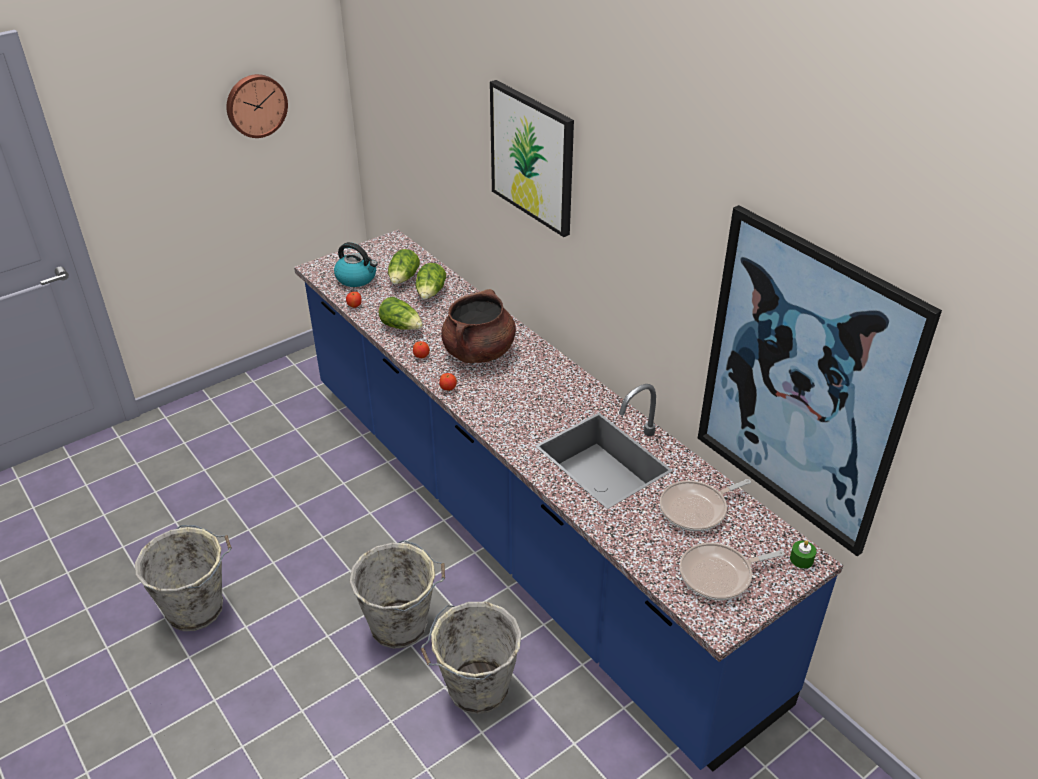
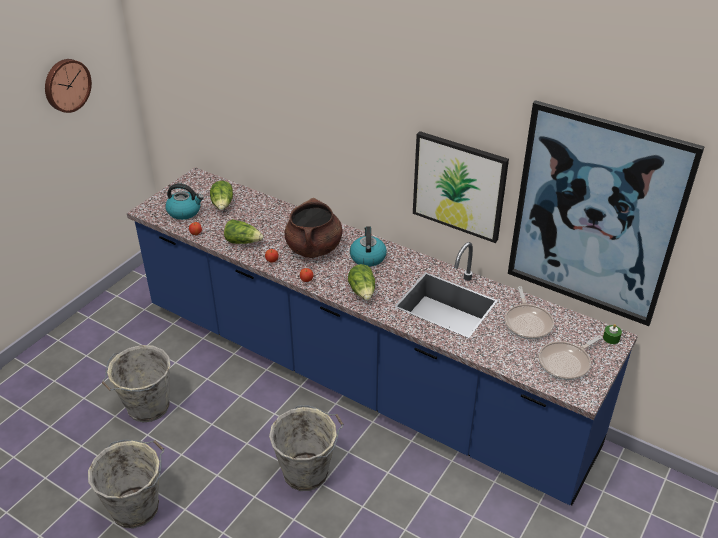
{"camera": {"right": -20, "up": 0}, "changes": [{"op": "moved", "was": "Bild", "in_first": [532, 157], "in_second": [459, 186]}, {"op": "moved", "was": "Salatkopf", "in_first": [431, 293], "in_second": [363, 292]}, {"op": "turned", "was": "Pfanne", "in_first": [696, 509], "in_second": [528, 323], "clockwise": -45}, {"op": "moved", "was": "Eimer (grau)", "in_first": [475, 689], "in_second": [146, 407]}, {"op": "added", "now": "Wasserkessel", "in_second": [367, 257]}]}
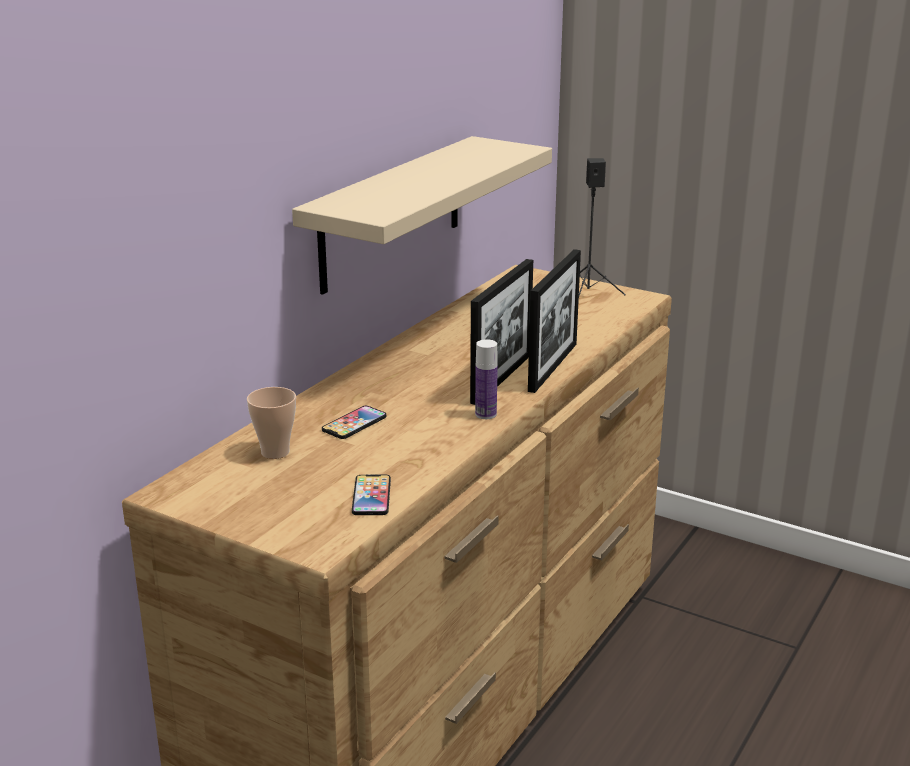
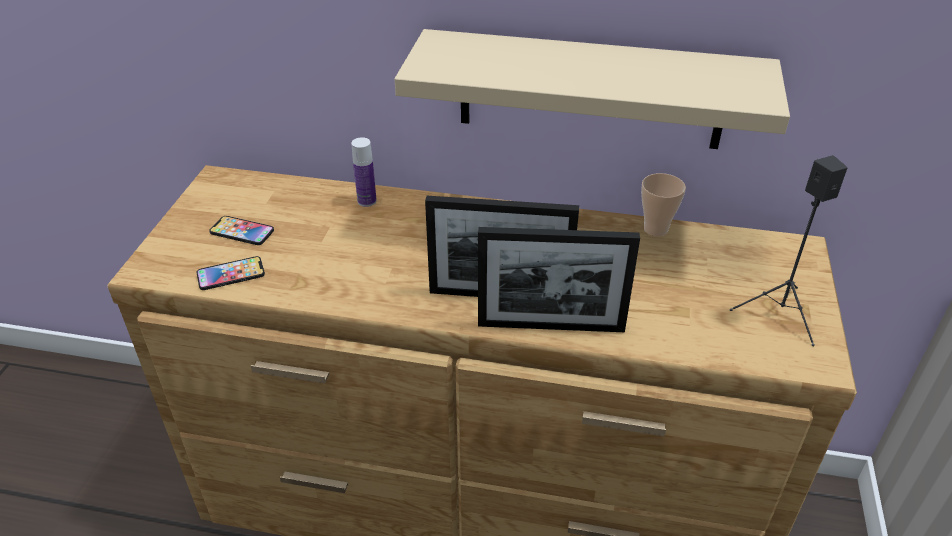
{"camera": {"right": 70, "up": 15}, "changes": [{"op": "moved", "was": "Flasche", "in_first": [485, 414], "in_second": [367, 201]}, {"op": "moved", "was": "Tasse", "in_first": [275, 452], "in_second": [655, 229]}, {"op": "moved", "was": "Handy", "in_first": [354, 424], "in_second": [242, 231]}]}
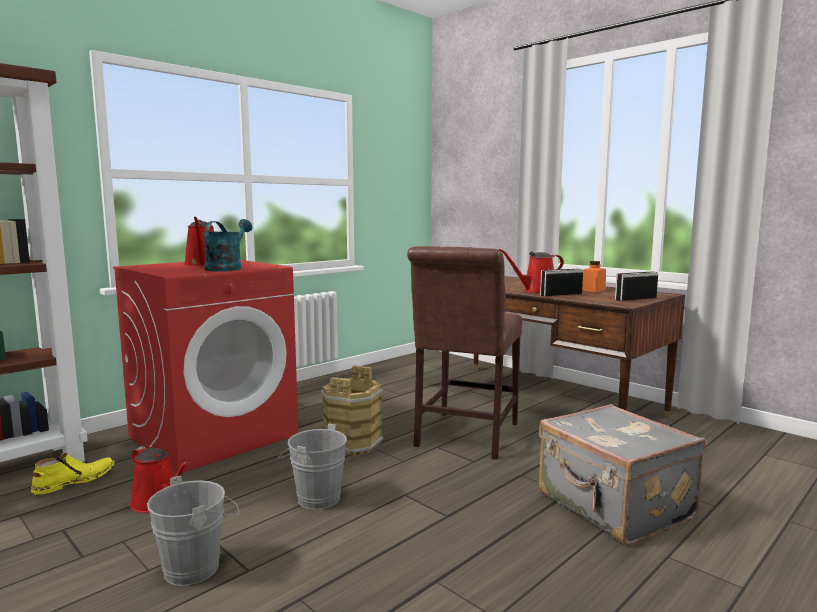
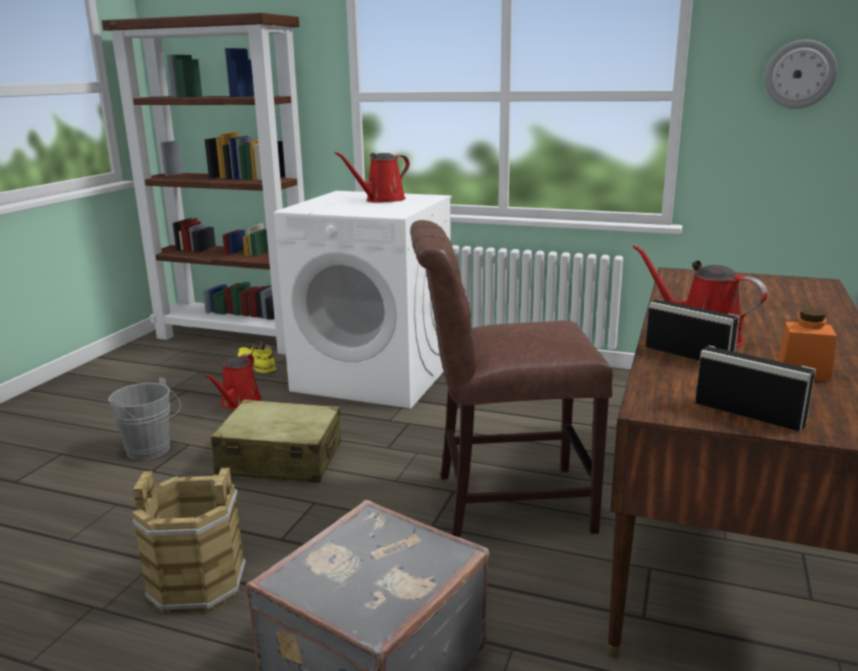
{"camera": {"right": 65, "up": 10}, "changes": [{"op": "removed", "was": "Gießkanne (türkis)", "in_first": [227, 268]}, {"op": "recoloured", "was": "Waschmaschine (rot)", "now": "Waschmaschine (weiß)", "in_first": [214, 435], "in_second": [375, 376]}, {"op": "moved", "was": "Eimer (braun)", "in_first": [352, 443], "in_second": [198, 583]}, {"op": "replaced", "was": "Eimer (grau)", "now": "Koffer (beige)", "in_first": [314, 498], "in_second": [280, 459]}, {"op": "turned", "was": "Stiefel (gelb)", "in_first": [74, 481], "in_second": [255, 365], "clockwise": -150}, {"op": "added", "now": "Wanduhr", "in_second": [799, 74]}]}
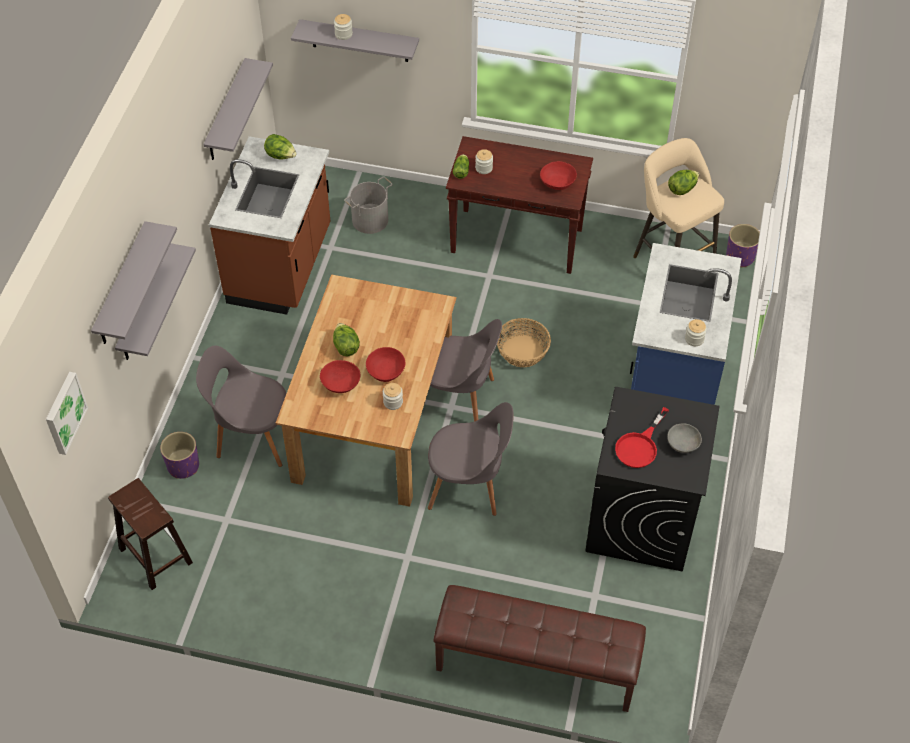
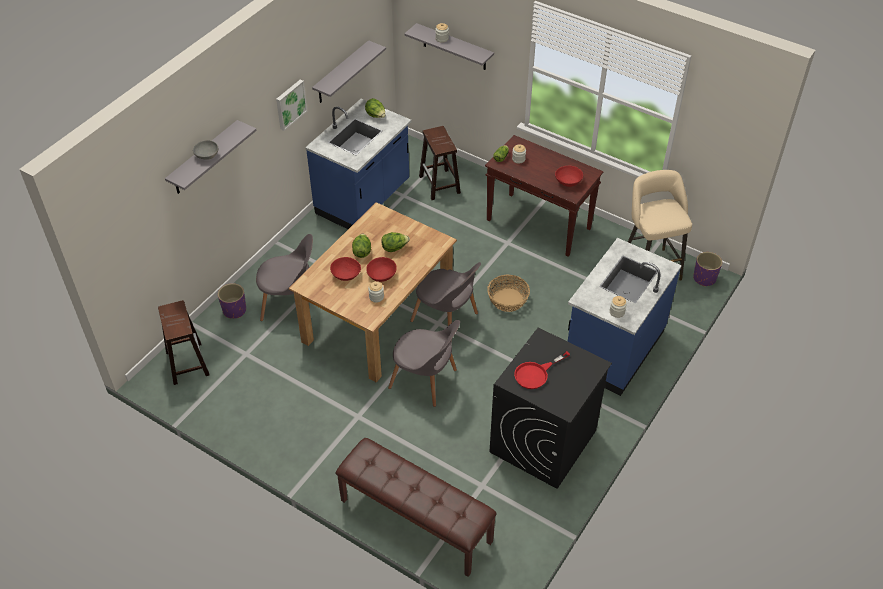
{"camera": {"right": 20, "up": -5}, "changes": [{"op": "recoloured", "was": "Küchenzeile (braun)", "now": "Küchenzeile (blau)", "in_first": [281, 266], "in_second": [364, 199]}, {"op": "moved", "was": "Salatkopf", "in_first": [682, 189], "in_second": [394, 248]}, {"op": "replaced", "was": "Eimer (grau)", "now": "Hocker (braun)", "in_first": [370, 220], "in_second": [440, 185]}, {"op": "removed", "was": "Wandregal (grau)", "in_first": [143, 305]}, {"op": "turned", "was": "Stuhl (grau)", "in_first": [253, 435], "in_second": [290, 303], "clockwise": 150}, {"op": "moved", "was": "Bild", "in_first": [64, 412], "in_second": [290, 104]}, {"op": "moved", "was": "Schüssel (grau)", "in_first": [682, 444], "in_second": [206, 155]}]}
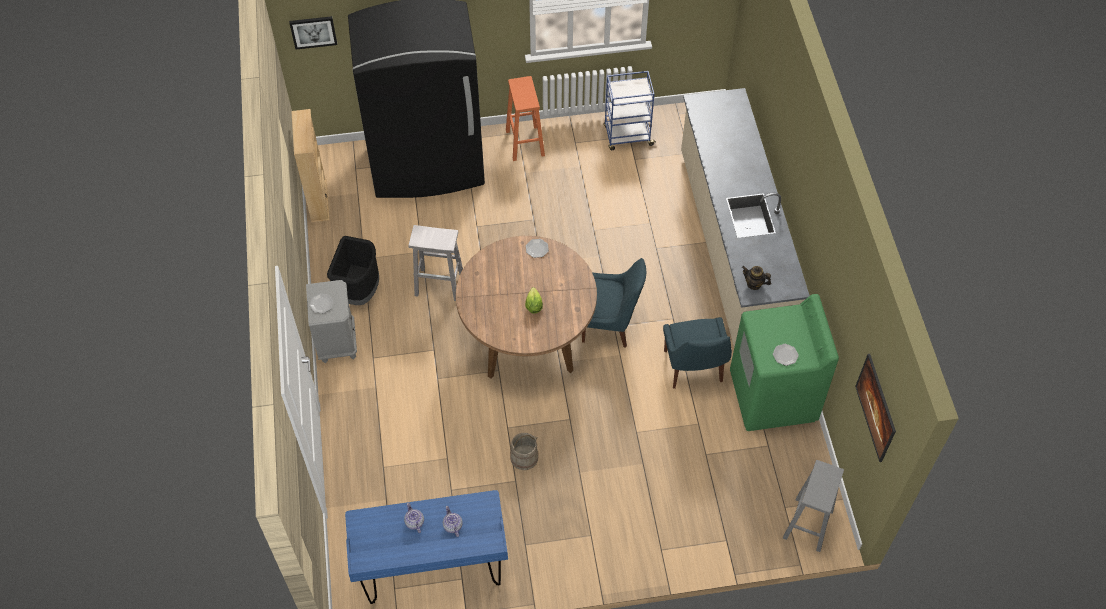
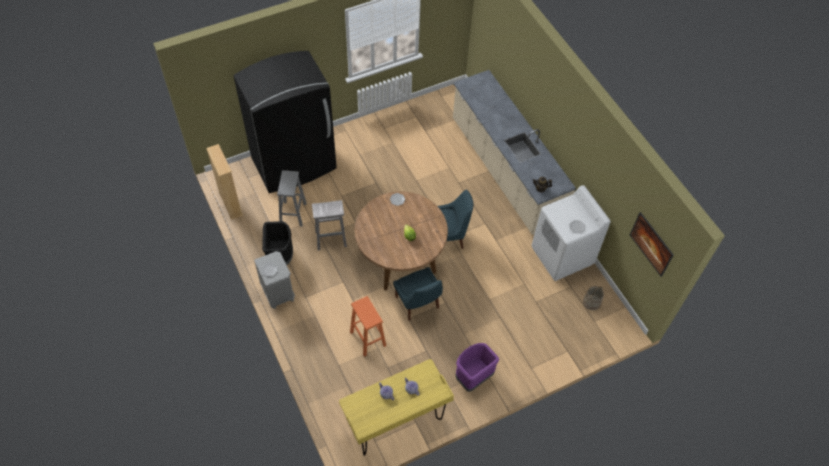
{"camera": {"right": -20, "up": 0}, "changes": [{"op": "removed", "was": "Bild", "in_first": [313, 31]}, {"op": "removed", "was": "Rollwagen (blau)", "in_first": [627, 136]}, {"op": "moved", "was": "Hocker (orange)", "in_first": [524, 142], "in_second": [367, 338]}, {"op": "recoloured", "was": "Waschmaschine (grün)", "now": "Waschmaschine (weiß)", "in_first": [773, 396], "in_second": [562, 256]}, {"op": "moved", "was": "Stuhl (blau)", "in_first": [693, 368], "in_second": [418, 304]}, {"op": "moved", "was": "Eimer (beige)", "in_first": [524, 457], "in_second": [591, 302]}, {"op": "moved", "was": "Hocker (grau)", "in_first": [808, 523], "in_second": [293, 213]}, {"op": "recoloured", "was": "Schreibtisch (blau)", "now": "Schreibtisch (gelb)", "in_first": [433, 571], "in_second": [395, 423]}, {"op": "added", "now": "Mülleimer (lila)", "in_second": [473, 377]}]}
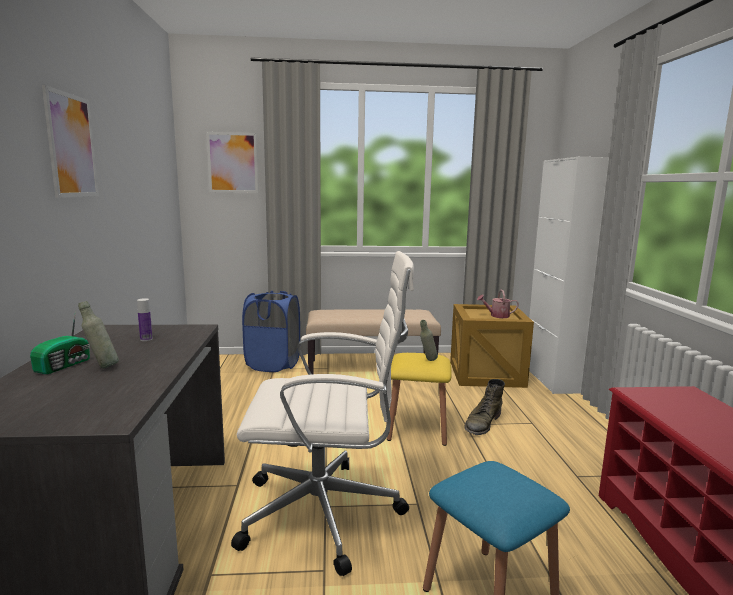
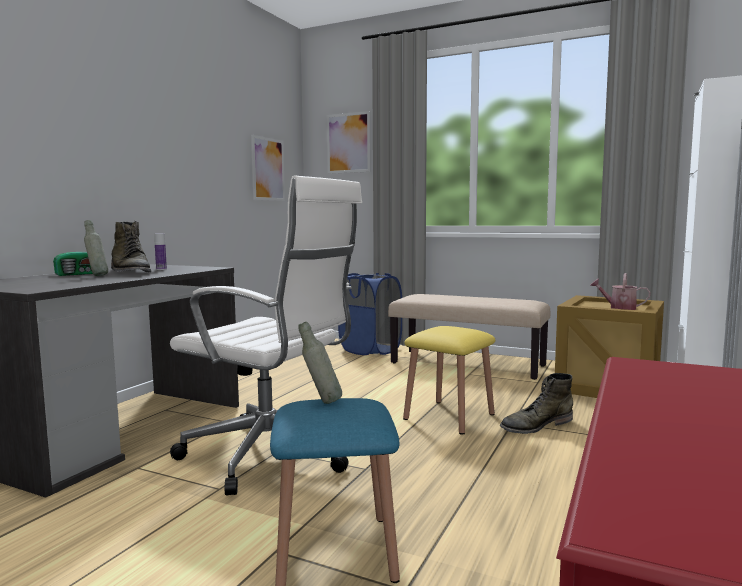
{"camera": {"right": 30, "up": -5}, "changes": [{"op": "moved", "was": "Bild", "in_first": [71, 146], "in_second": [268, 169]}, {"op": "moved", "was": "Flasche (grau)", "in_first": [427, 361], "in_second": [321, 403]}, {"op": "added", "now": "Stiefel (grün)", "in_second": [130, 272]}]}
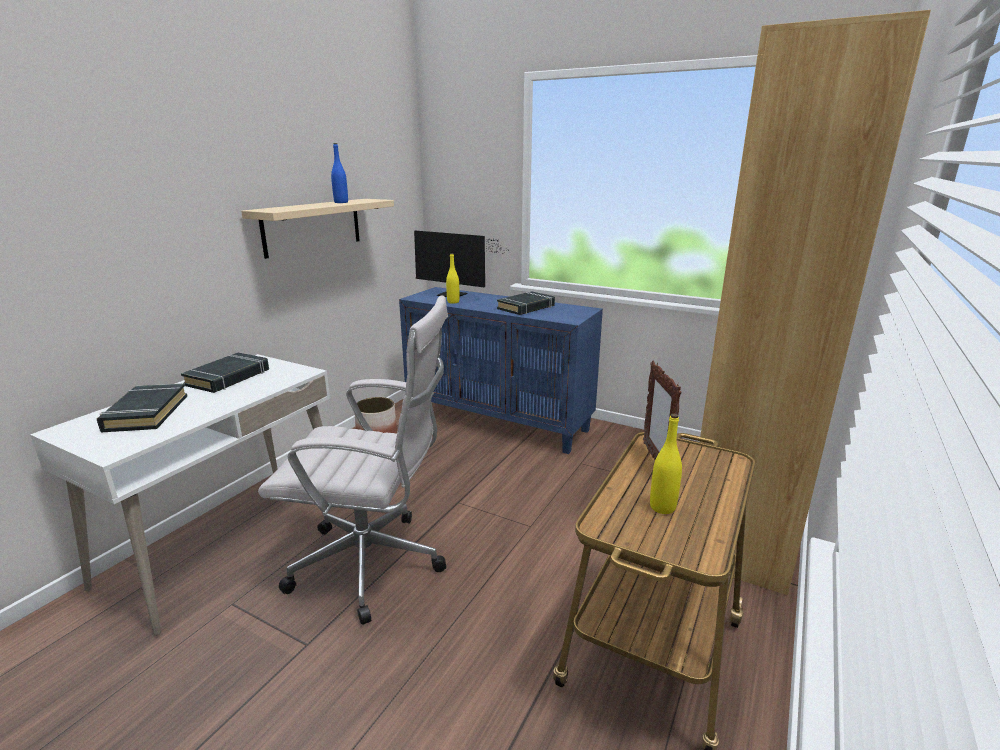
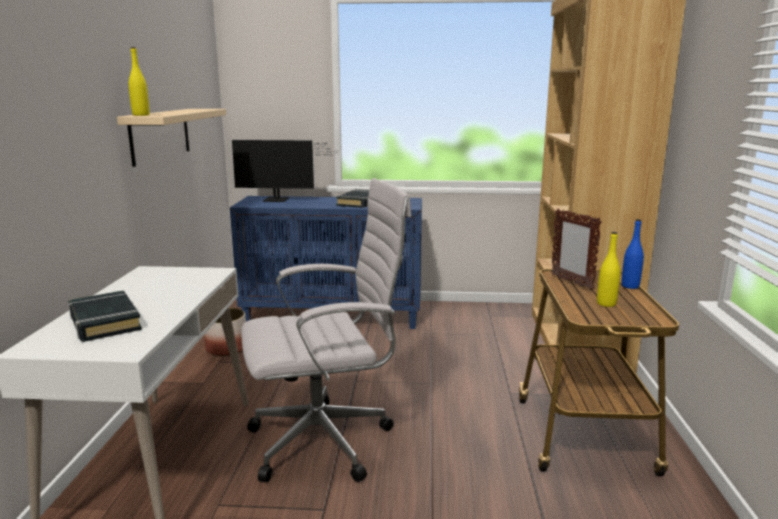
{"camera": {"right": -25, "up": -5}, "changes": [{"op": "moved", "was": "Flasche (blau)", "in_first": [341, 202], "in_second": [630, 286]}, {"op": "moved", "was": "Flasche (gelb)", "in_first": [453, 302], "in_second": [141, 115]}, {"op": "removed", "was": "Buch (schwarz)", "in_first": [228, 377]}]}
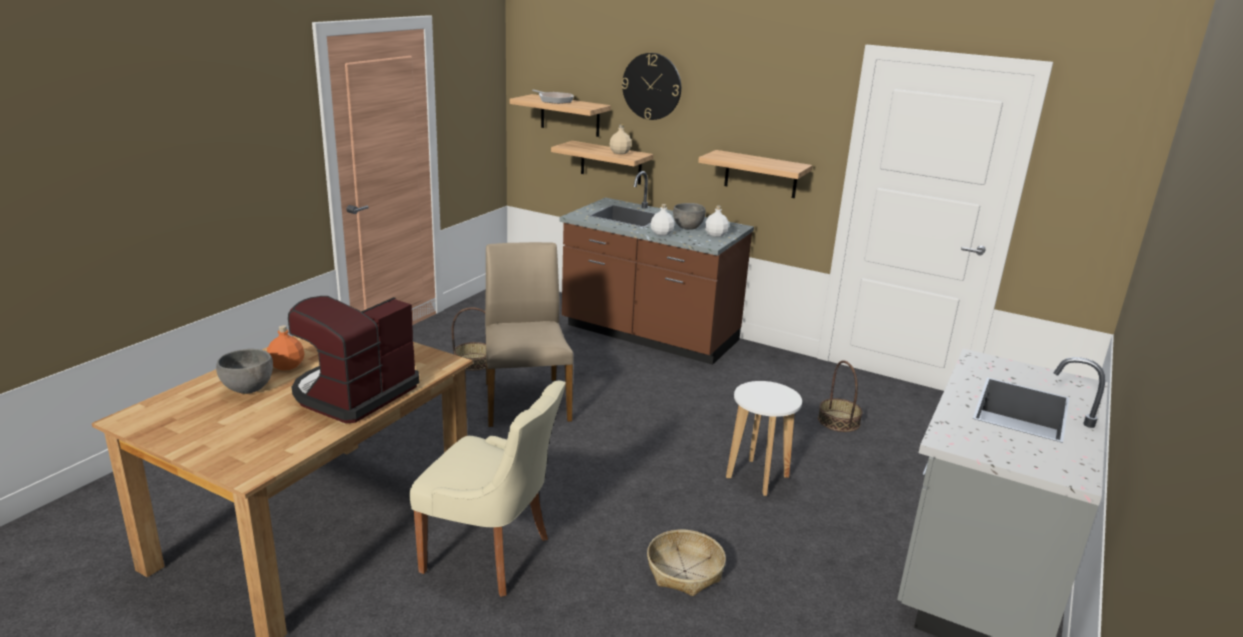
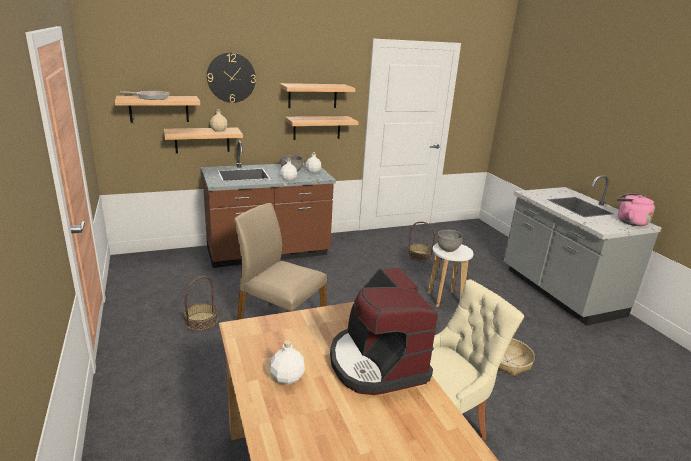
{"camera": {"right": -50, "up": 0}, "changes": [{"op": "recoloured", "was": "Flasche (orange)", "now": "Flasche (weiß)", "in_first": [287, 366], "in_second": [286, 377]}, {"op": "moved", "was": "Schüssel (grau)", "in_first": [249, 388], "in_second": [447, 249]}, {"op": "added", "now": "Wandregal", "in_second": [312, 95]}, {"op": "added", "now": "Wasserkessel (rosa)", "in_second": [629, 221]}]}
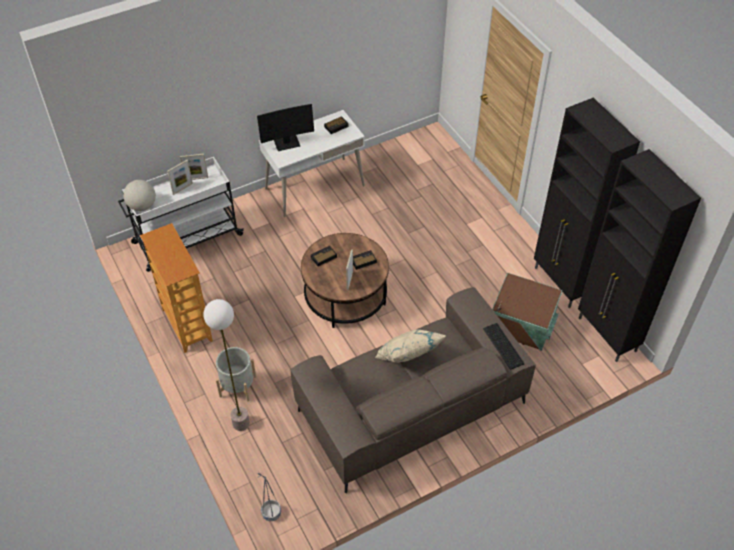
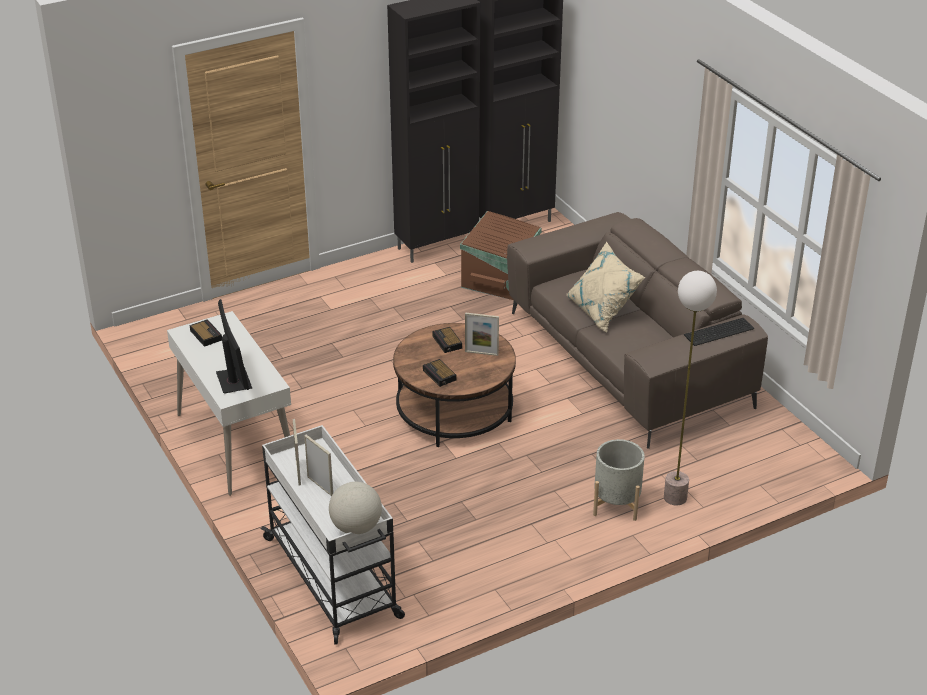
{"camera": {"right": -90, "up": -15}, "changes": [{"op": "removed", "was": "Bücherregal", "in_first": [186, 325]}, {"op": "moved", "was": "Tastatur", "in_first": [503, 347], "in_second": [720, 332]}, {"op": "removed", "was": "Pflanzkübel (grau)", "in_first": [271, 513]}]}
